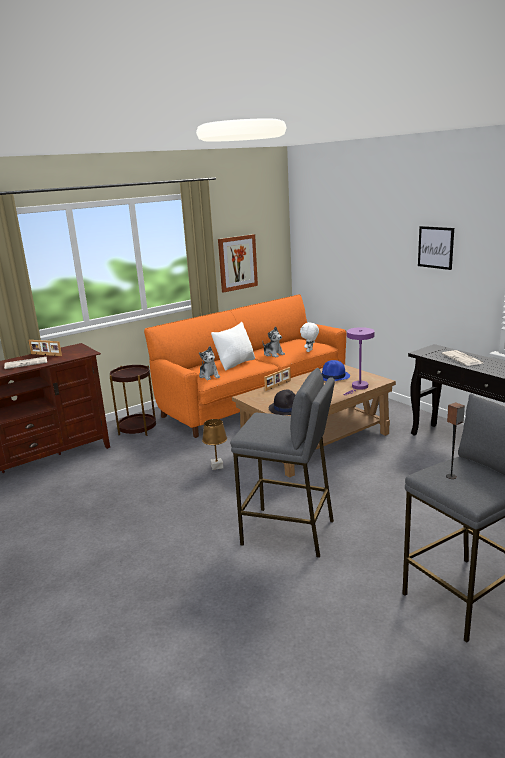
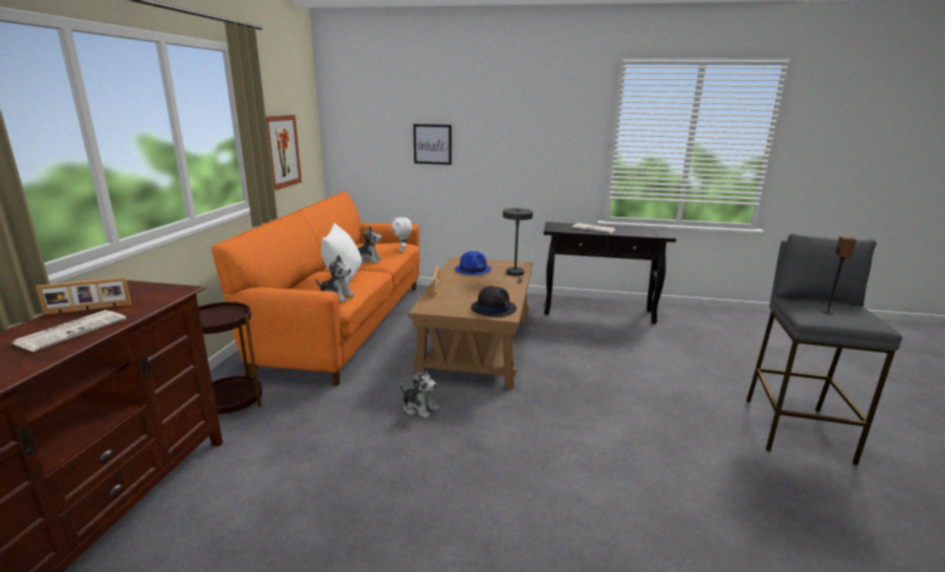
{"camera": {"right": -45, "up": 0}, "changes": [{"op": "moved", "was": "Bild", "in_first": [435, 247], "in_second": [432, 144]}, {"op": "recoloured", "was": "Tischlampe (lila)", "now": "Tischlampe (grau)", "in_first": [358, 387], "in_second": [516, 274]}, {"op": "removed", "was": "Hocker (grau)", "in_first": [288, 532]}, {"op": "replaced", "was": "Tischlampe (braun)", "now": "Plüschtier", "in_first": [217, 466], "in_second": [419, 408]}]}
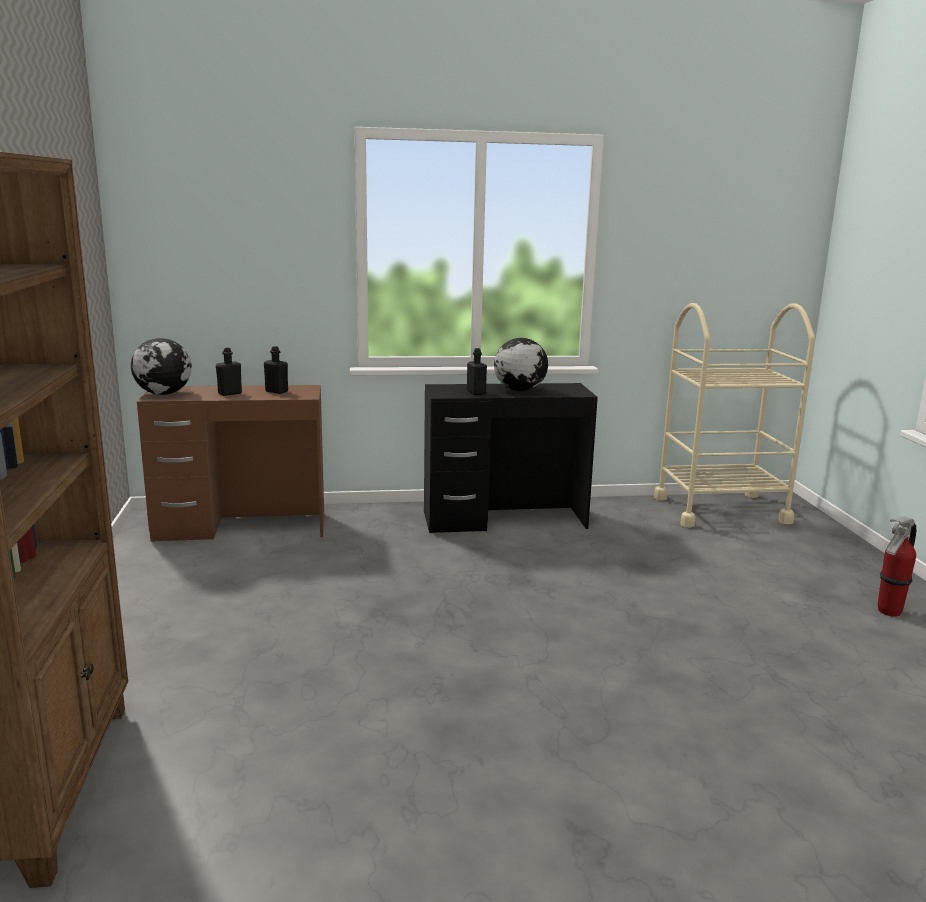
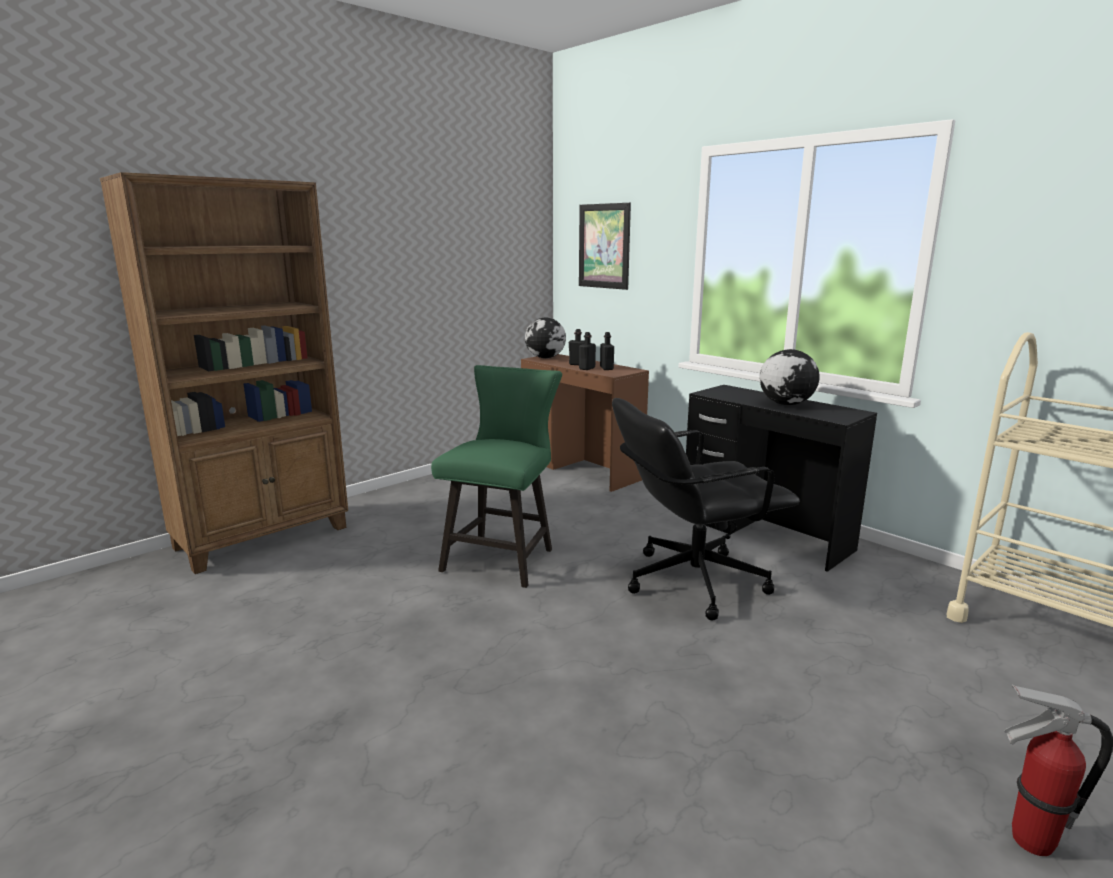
{"camera": {"right": 55, "up": 0}, "changes": [{"op": "moved", "was": "Flasche (schwarz)", "in_first": [476, 392], "in_second": [587, 368]}, {"op": "added", "now": "Bild", "in_second": [604, 246]}, {"op": "added", "now": "Stuhl (grün)", "in_second": [503, 557]}, {"op": "added", "now": "Bürostuhl (schwarz)", "in_second": [693, 581]}]}
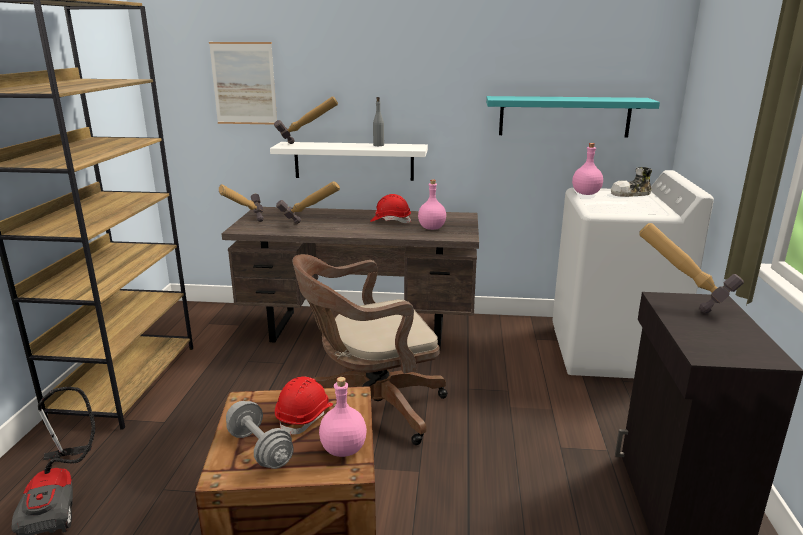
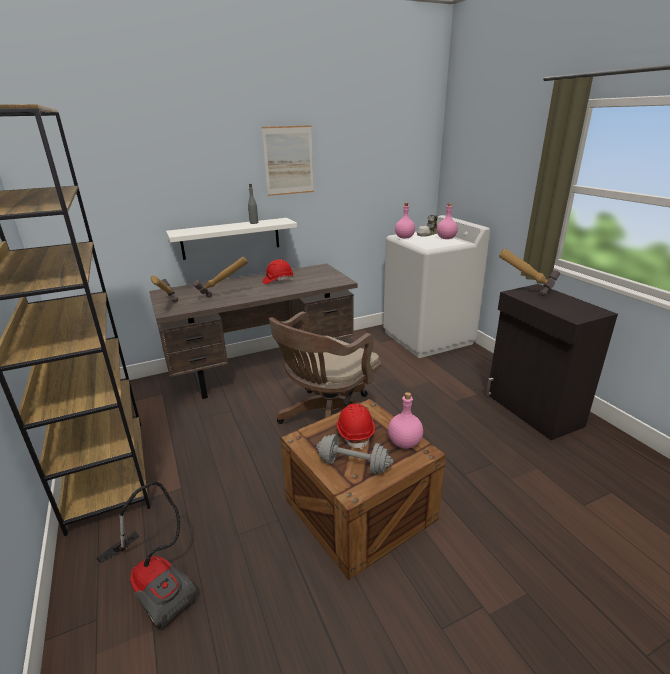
{"camera": {"right": -30, "up": 5}, "changes": [{"op": "moved", "was": "Bild", "in_first": [244, 83], "in_second": [288, 160]}, {"op": "removed", "was": "Hammer", "in_first": [307, 144]}, {"op": "removed", "was": "Wandregal (türkis)", "in_first": [564, 116]}, {"op": "moved", "was": "Flasche (rosa)", "in_first": [432, 228], "in_second": [446, 238]}]}
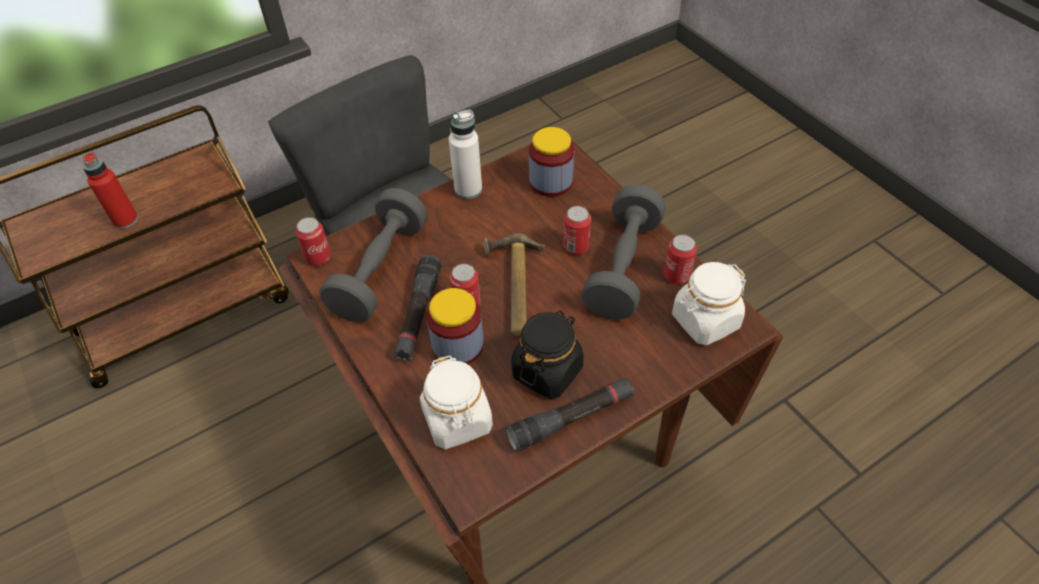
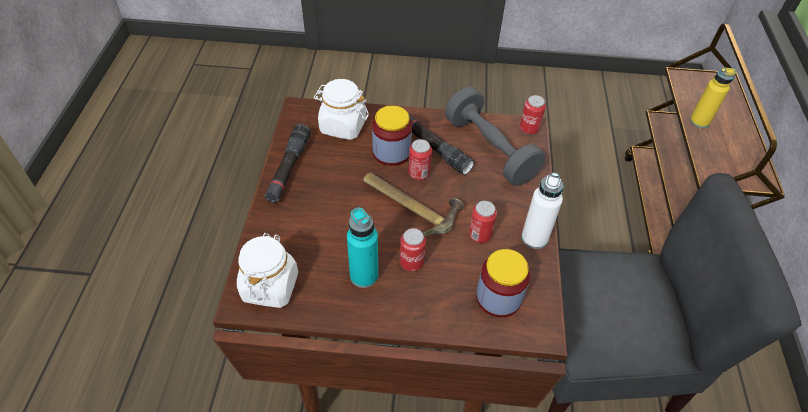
{"camera": {"right": 125, "up": 0}, "changes": [{"op": "recoloured", "was": "Flasche (rot)", "now": "Flasche (gelb)", "in_first": [126, 220], "in_second": [699, 121]}, {"op": "replaced", "was": "Hantel (grau)", "now": "Flasche (türkis)", "in_first": [623, 268], "in_second": [364, 276]}, {"op": "moved", "was": "Dose", "in_first": [676, 275], "in_second": [480, 235]}, {"op": "removed", "was": "Vorratsglas (schwarz)", "in_first": [547, 371]}]}
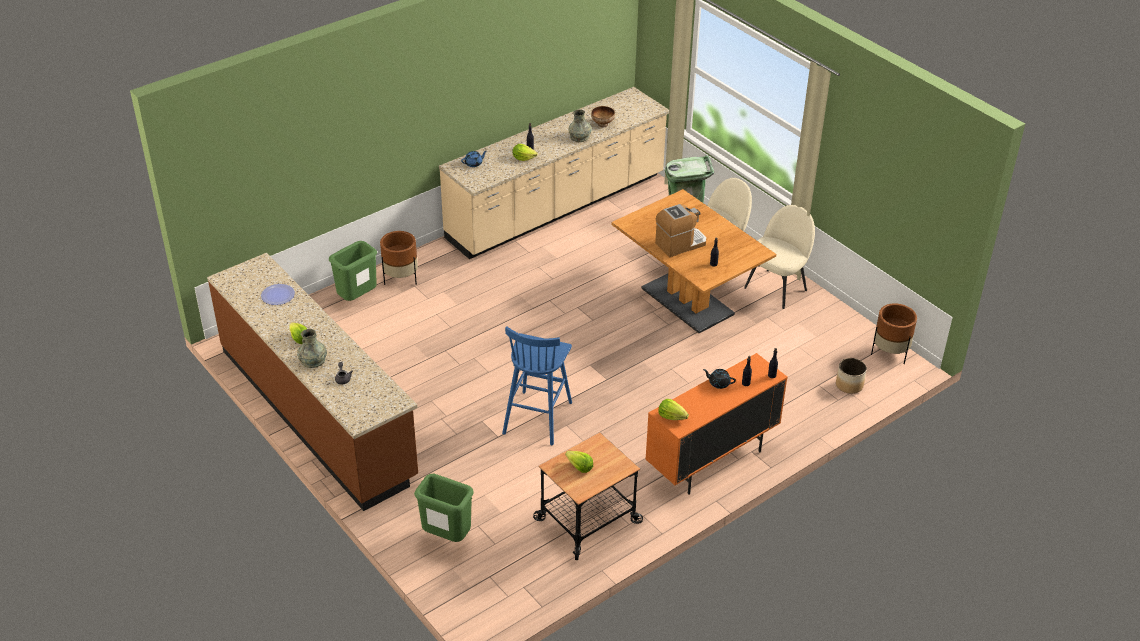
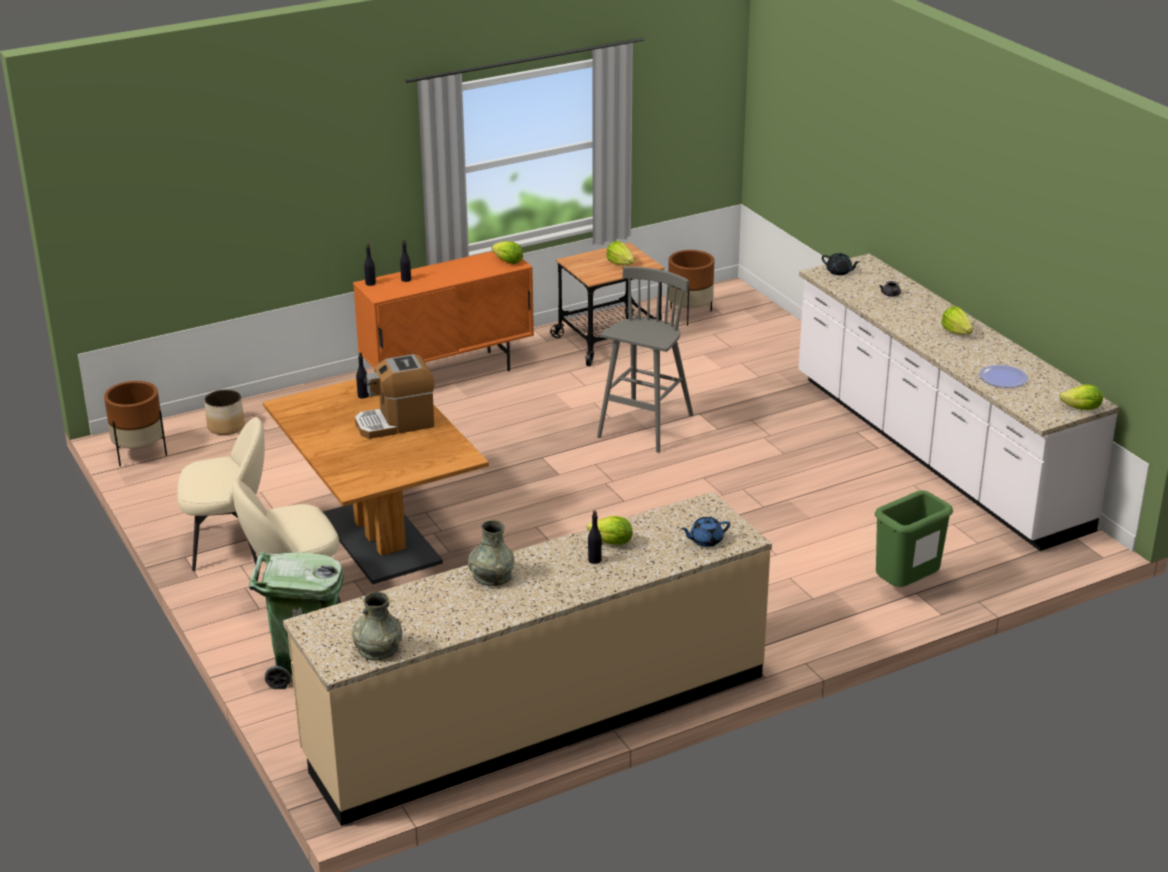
{"camera": {"right": -170, "up": -10}, "changes": [{"op": "removed", "was": "Schüssel", "in_first": [602, 124]}, {"op": "turned", "was": "Stuhl (beige)", "in_first": [776, 288], "in_second": [229, 546], "clockwise": -150}, {"op": "moved", "was": "Pflanzkübel (braun)", "in_first": [401, 279], "in_second": [689, 315]}, {"op": "recoloured", "was": "Küchenzeile (braun)", "now": "Küchenzeile (weiß)", "in_first": [317, 413], "in_second": [935, 452]}, {"op": "recoloured", "was": "Hocker (blau)", "now": "Hocker (grau)", "in_first": [538, 417], "in_second": [644, 427]}, {"op": "moved", "was": "Vase (grau)", "in_first": [313, 361], "in_second": [378, 648]}, {"op": "moved", "was": "Teekanne (schwarz)", "in_first": [718, 383], "in_second": [839, 271]}, {"op": "removed", "was": "Mülleimer (grün)", "in_first": [446, 537]}, {"op": "added", "now": "Salatkopf", "in_second": [1082, 409]}]}
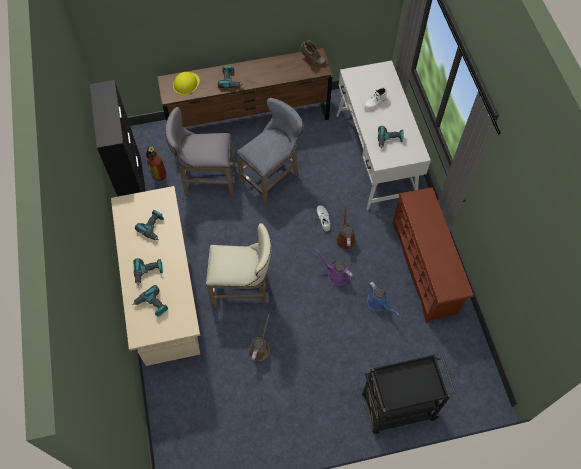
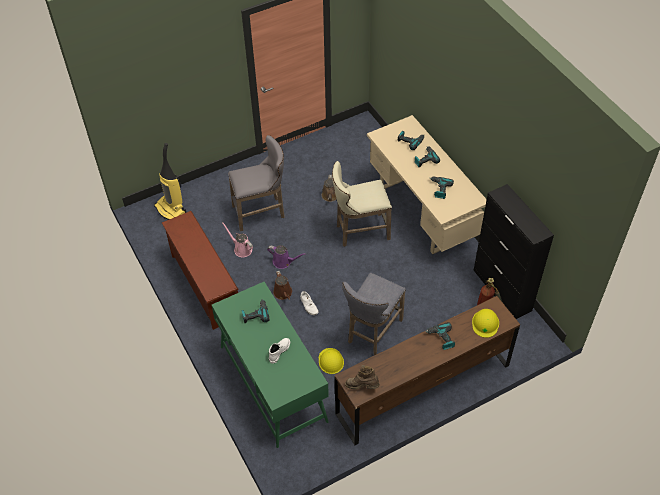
{"camera": {"right": 165, "up": -10}, "changes": [{"op": "recoloured", "was": "Schreibtisch (weiß)", "now": "Schreibtisch (grün)", "in_first": [375, 156], "in_second": [273, 382]}, {"op": "moved", "was": "Hocker (grau)", "in_first": [206, 180], "in_second": [262, 212]}, {"op": "recoloured", "was": "Gießkanne (blau)", "now": "Gießkanne (rosa)", "in_first": [378, 303], "in_second": [241, 249]}, {"op": "removed", "was": "Rollwagen (schwarz)", "in_first": [396, 408]}, {"op": "added", "now": "Staubsauger", "in_second": [171, 210]}, {"op": "added", "now": "Schutzhelm (gelb)", "in_second": [331, 361]}]}
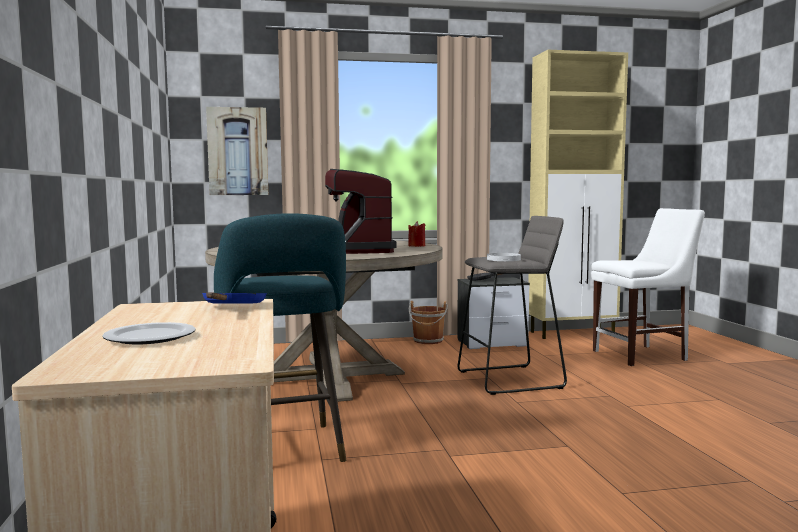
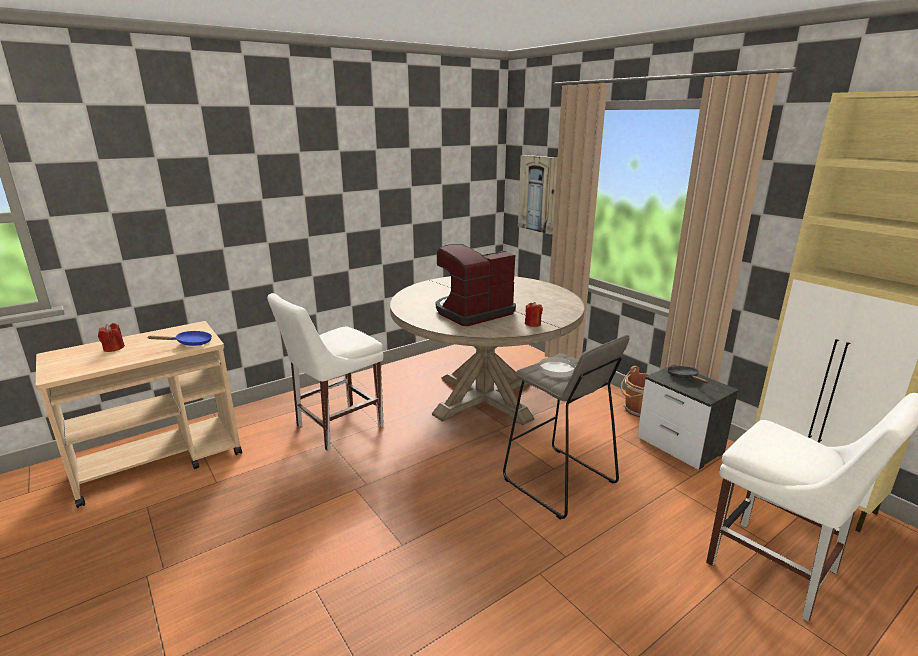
{"camera": {"right": 65, "up": 15}, "changes": [{"op": "replaced", "was": "Hocker (türkis)", "now": "Stuhl (weiß)", "in_first": [284, 452], "in_second": [335, 427]}, {"op": "replaced", "was": "Teller", "now": "Kerze (rot)", "in_first": [148, 337], "in_second": [113, 348]}]}
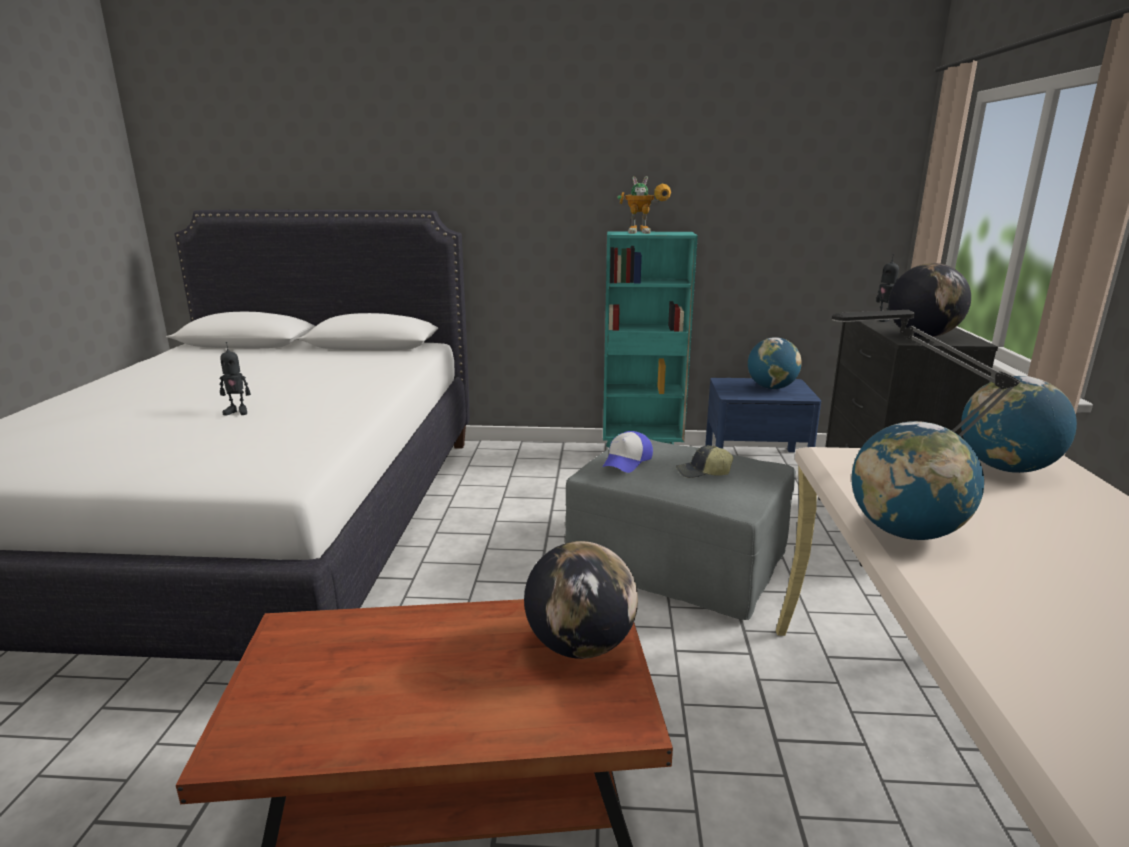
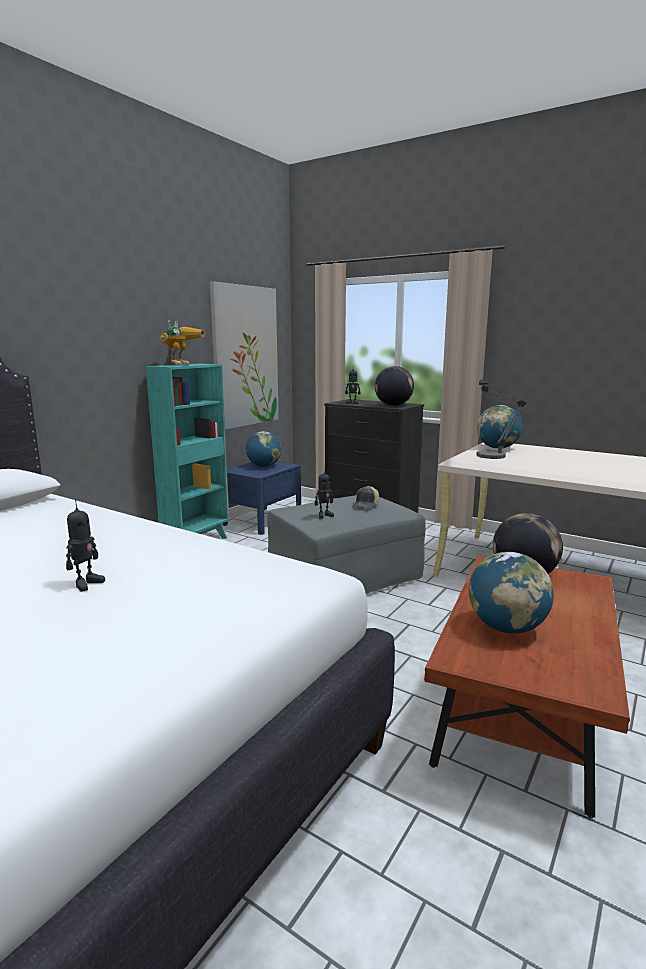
{"camera": {"right": -60, "up": -5}, "changes": [{"op": "moved", "was": "Globus", "in_first": [905, 532], "in_second": [506, 628]}, {"op": "replaced", "was": "Kappe", "now": "Spielzeugroboter", "in_first": [627, 461], "in_second": [324, 515]}, {"op": "added", "now": "Bild", "in_second": [245, 357]}]}
